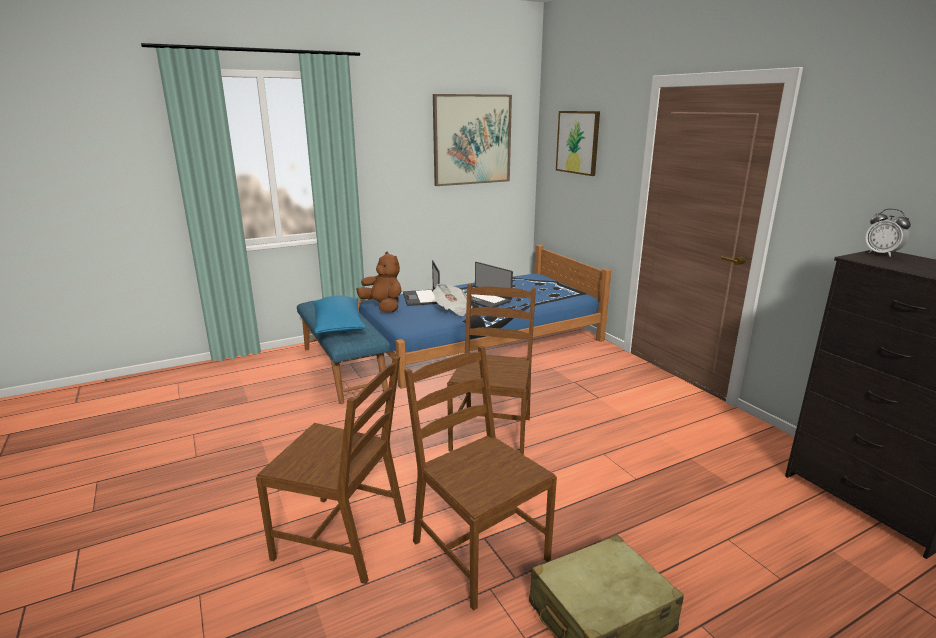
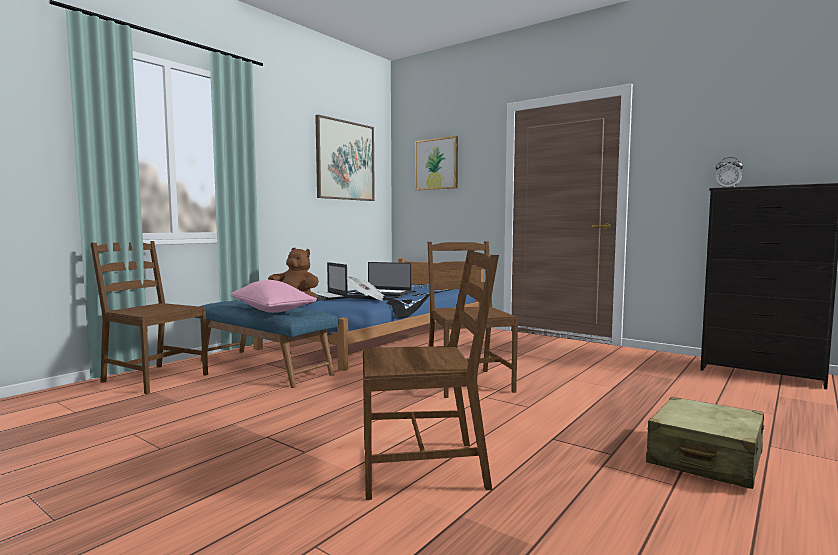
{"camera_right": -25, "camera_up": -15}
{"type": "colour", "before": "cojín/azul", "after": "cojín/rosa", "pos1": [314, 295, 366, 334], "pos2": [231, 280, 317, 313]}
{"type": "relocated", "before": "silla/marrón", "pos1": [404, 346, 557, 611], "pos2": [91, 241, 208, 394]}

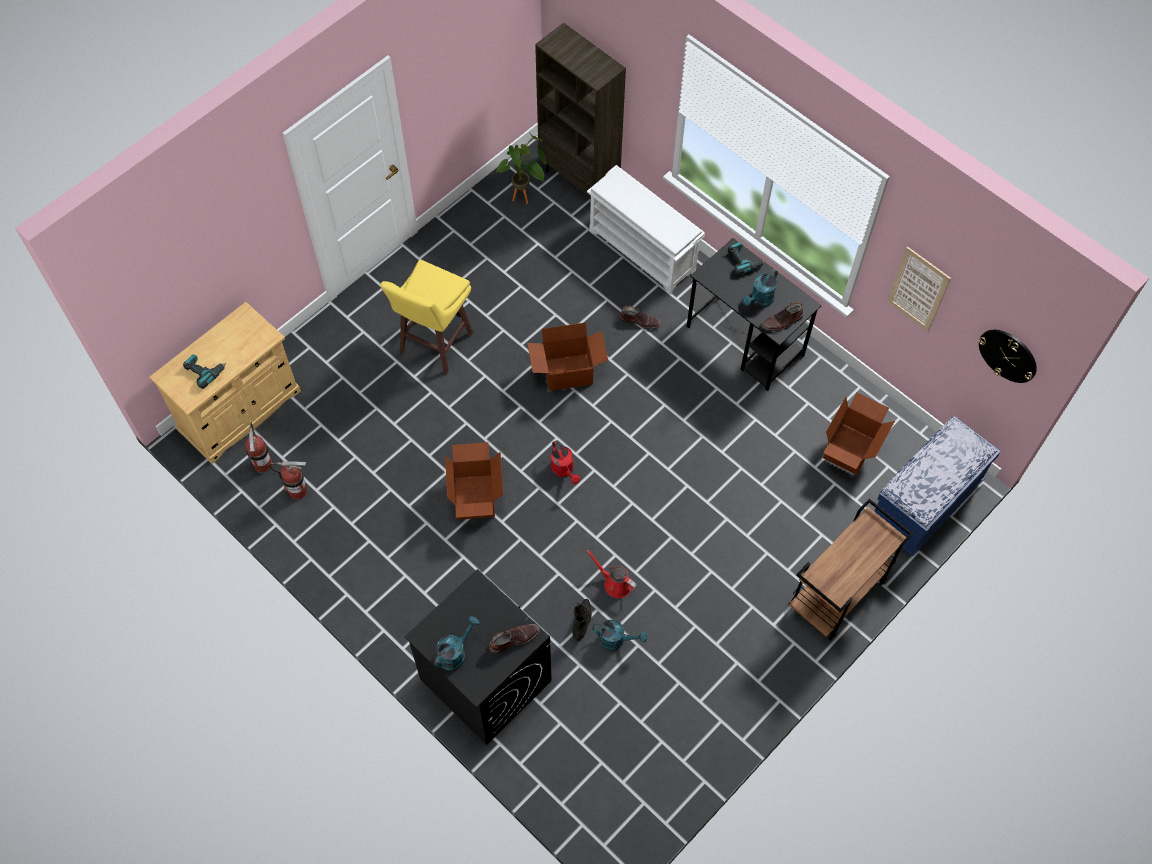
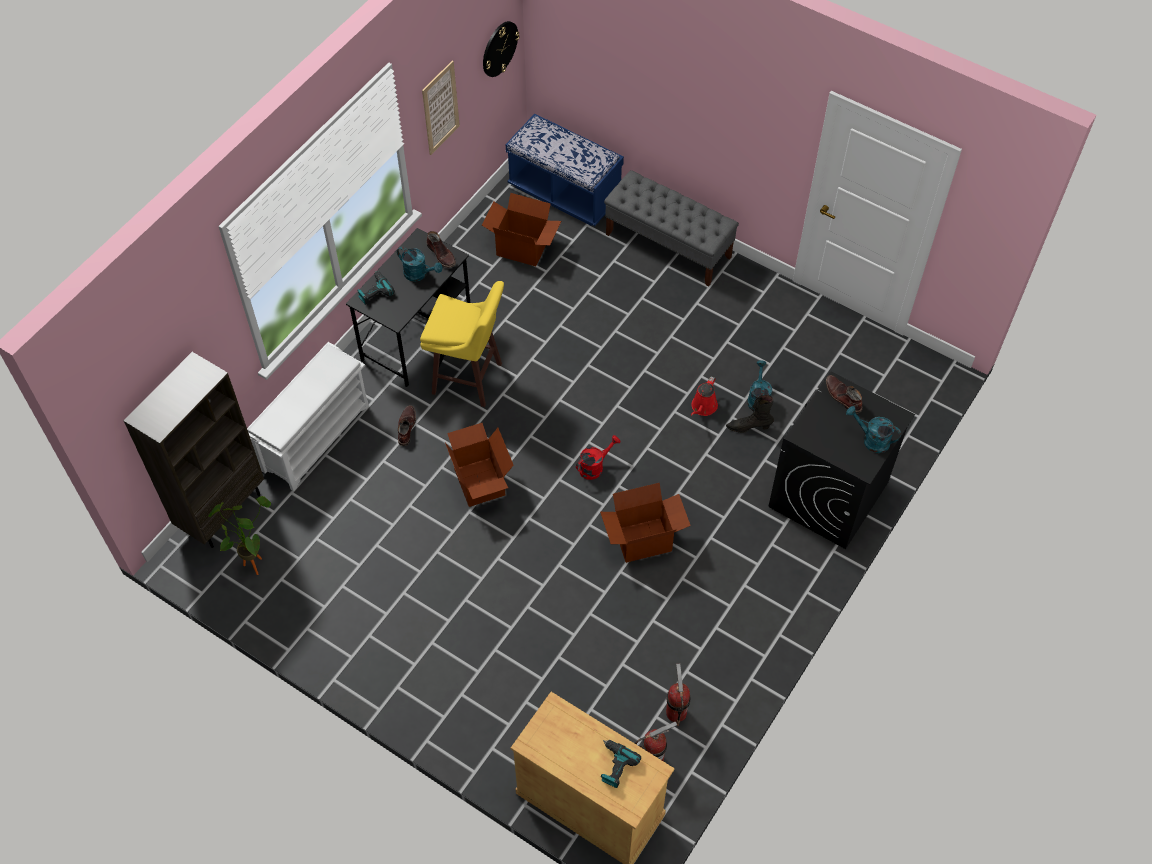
{"camera_right": -100, "camera_up": -5}
{"type": "relocated", "before": "taburete/amarillo", "pos1": [380, 260, 473, 374], "pos2": [420, 281, 504, 407]}
{"type": "exchanged", "before": "carrito/marrón", "after": "banco/gris", "pos1": [788, 499, 913, 640], "pos2": [604, 170, 739, 287]}

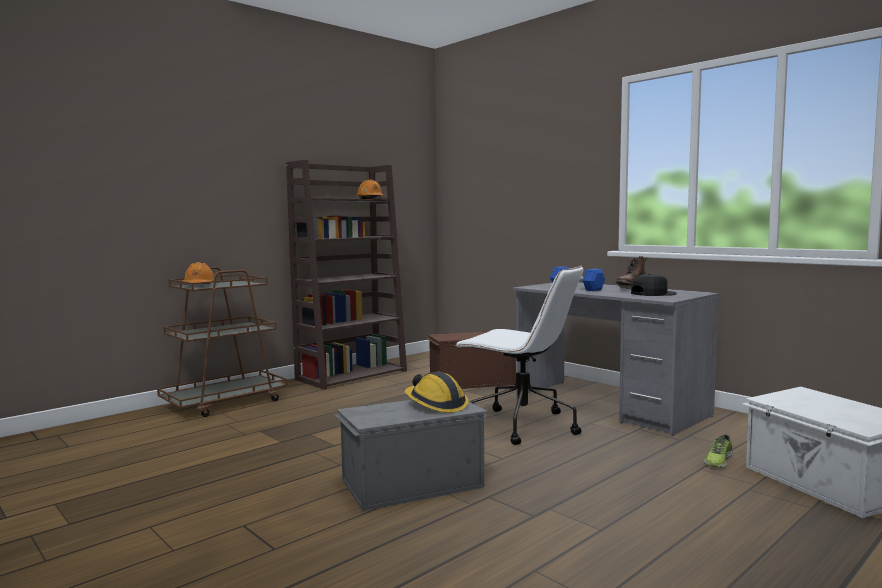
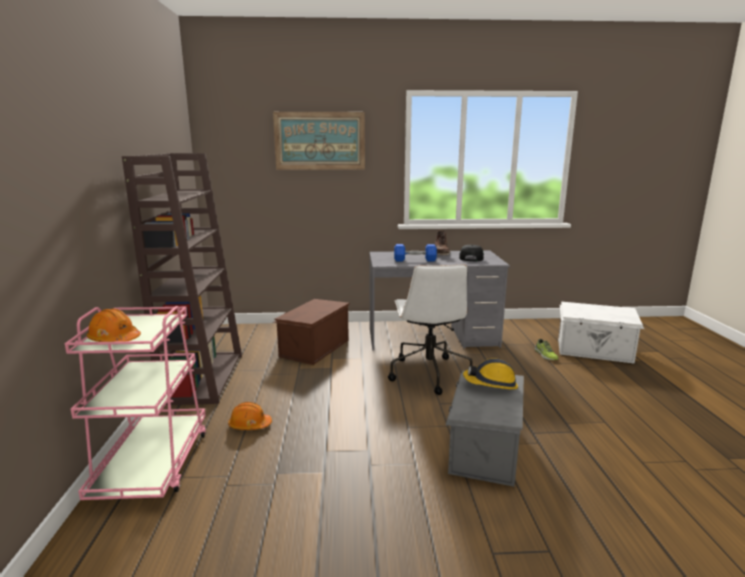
{"camera_right": -50, "camera_up": 10}
{"type": "colour", "before": "carrito/marrón", "after": "carrito/rosa", "pos1": [157, 267, 288, 417], "pos2": [65, 306, 207, 500]}
{"type": "relocated", "before": "casco/naranja", "pos1": [356, 180, 385, 199], "pos2": [228, 402, 272, 430]}
{"type": "spun", "before": "silla de oficina/blanco", "pos1": [454, 265, 583, 445], "pos2": [388, 264, 473, 395], "turn": 105}
{"type": "appeared", "after": "cuadro", "pos2": [273, 112, 365, 170]}

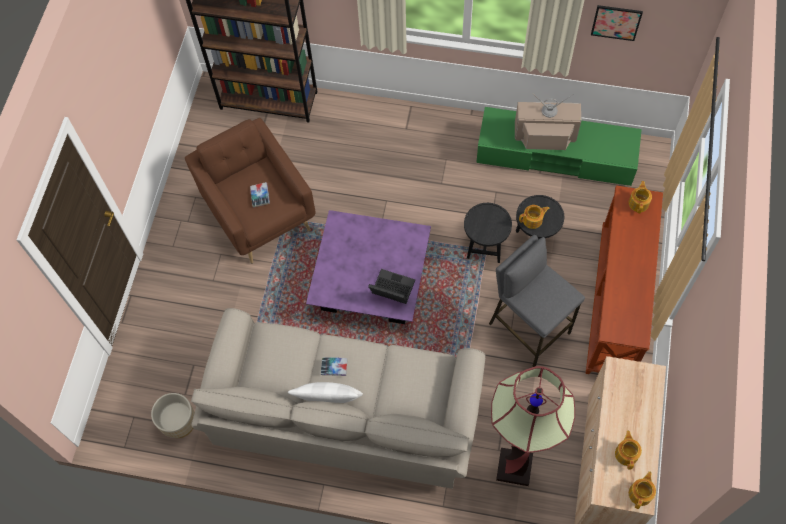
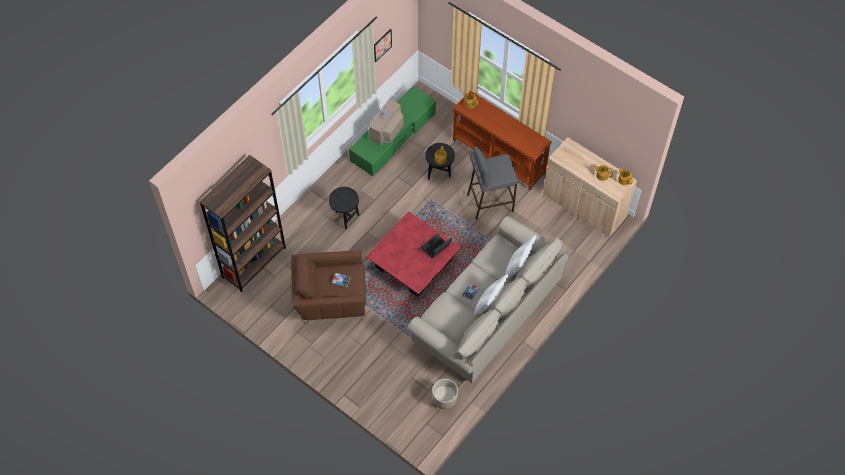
{"camera_right": -65, "camera_up": -5}
{"type": "colour", "before": "mesa de centro/morado", "after": "mesa de centro/rojo", "pos1": [306, 210, 431, 324], "pos2": [366, 211, 461, 297]}
{"type": "relocated", "before": "mesa auxiliar/negro", "pos1": [464, 203, 512, 263], "pos2": [329, 187, 359, 229]}
{"type": "missing", "before": "lámpara de pie", "pos1": [491, 366, 575, 486]}
{"type": "appeared", "after": "cojín/blanco", "pos2": [505, 235, 536, 279]}

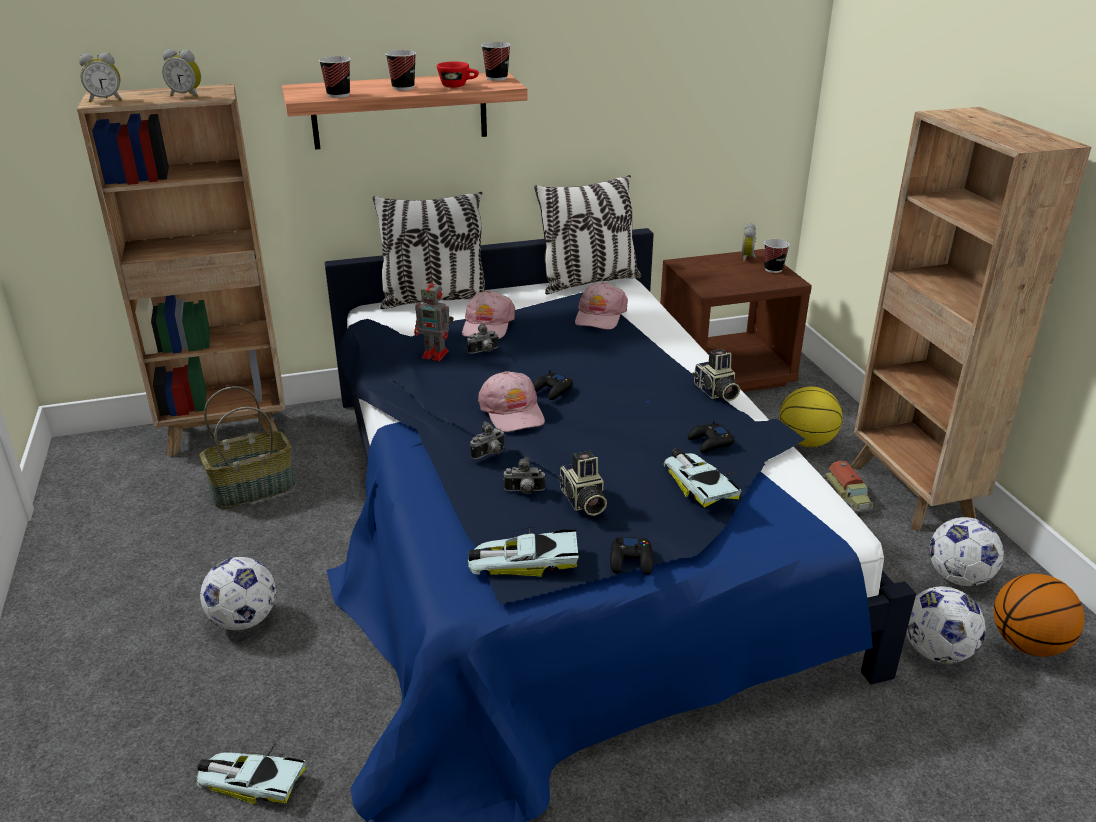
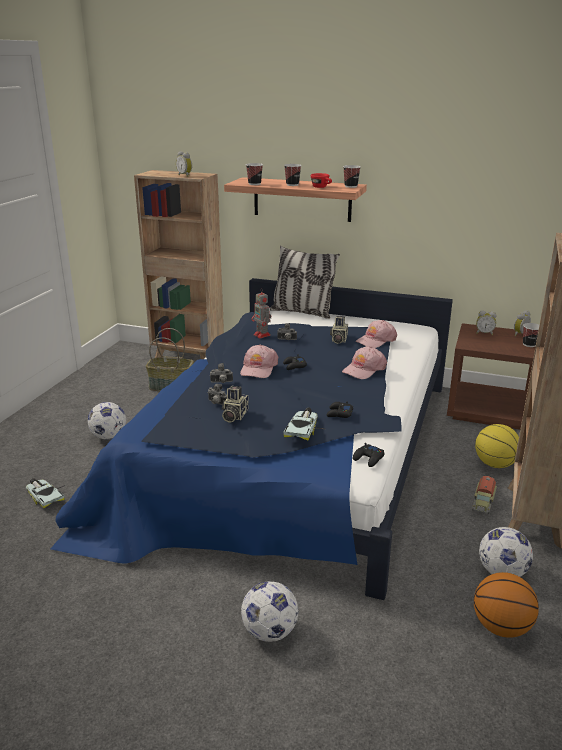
{"camera_right": 35, "camera_up": -5}
{"type": "relocated", "before": "despertador", "pos1": [79, 53, 122, 103], "pos2": [476, 310, 497, 335]}
{"type": "relocated", "before": "gorra/rosa", "pos1": [462, 290, 515, 339], "pos2": [342, 347, 387, 379]}
{"type": "missing", "before": "coche de juguete", "pos1": [468, 527, 579, 577]}
{"type": "missing", "before": "cojín", "pos1": [534, 175, 641, 295]}
{"type": "relocated", "before": "mando de consola/negro", "pos1": [610, 537, 654, 575], "pos2": [353, 443, 385, 467]}
{"type": "relocated", "before": "cámara", "pos1": [692, 349, 740, 401], "pos2": [330, 316, 348, 344]}
{"type": "relocated", "before": "balón de fútbol", "pos1": [906, 586, 985, 664], "pos2": [241, 581, 298, 642]}

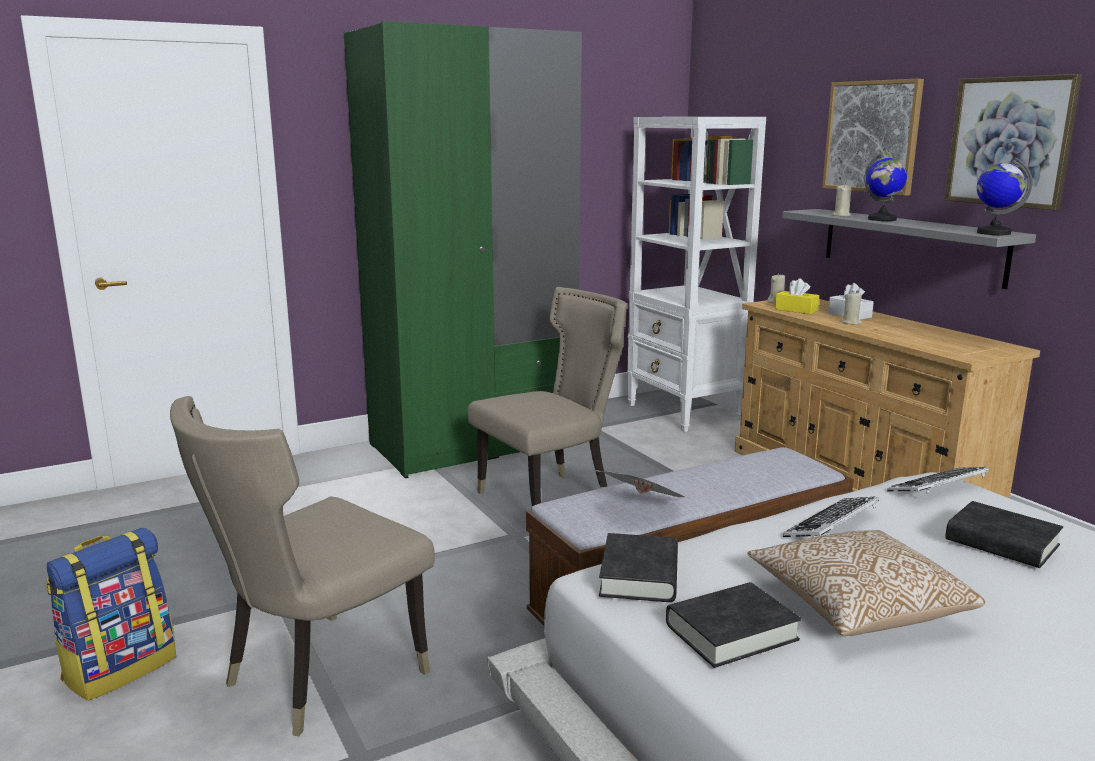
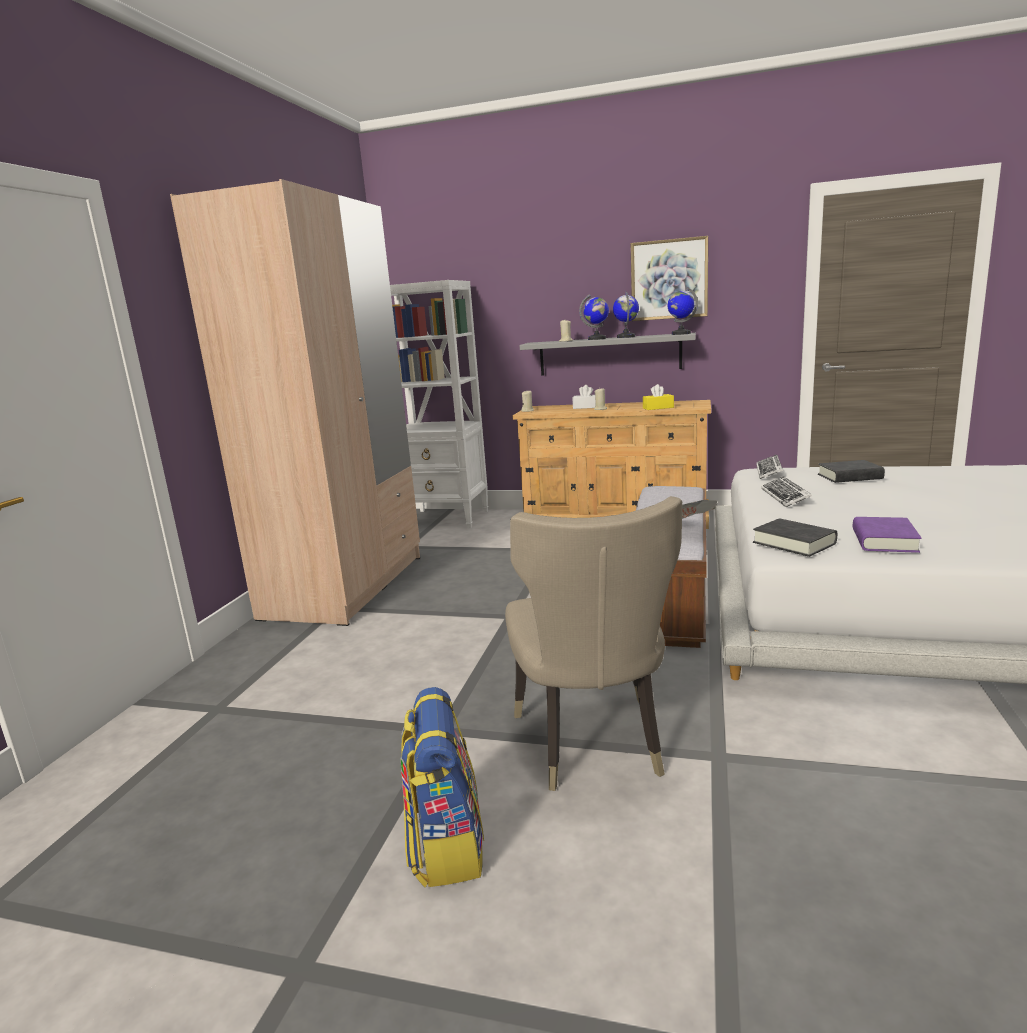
{"camera_right": -45, "camera_up": 0}
{"type": "colour", "before": "armario ropero/verde", "after": "armario ropero/beis", "pos1": [344, 21, 582, 478], "pos2": [170, 179, 420, 626]}
{"type": "missing", "before": "silla/beis", "pos1": [467, 287, 627, 506]}
{"type": "colour", "before": "libro/negro", "after": "libro/morado", "pos1": [666, 582, 802, 668], "pos2": [853, 517, 921, 553]}
{"type": "missing", "before": "cojín", "pos1": [748, 530, 985, 636]}
{"type": "relocated", "before": "caja de pañuelos/amarillo", "pos1": [775, 278, 819, 314], "pos2": [643, 384, 674, 410]}
{"type": "missing", "before": "cuadro", "pos1": [822, 78, 924, 196]}
{"type": "appeared", "after": "globo terráqueo", "pos2": [613, 292, 639, 338]}

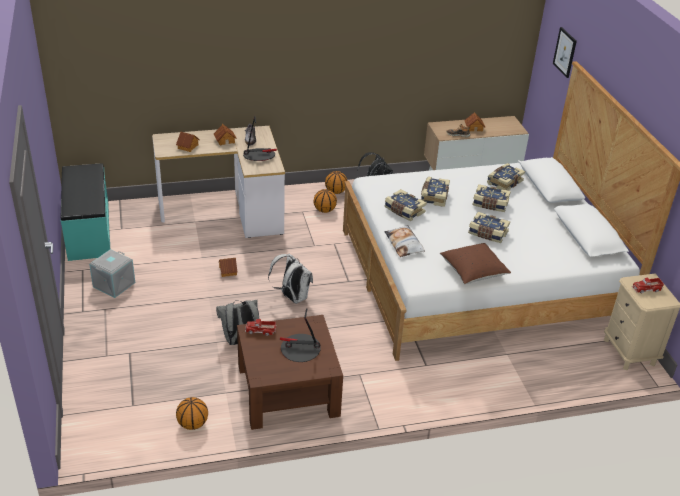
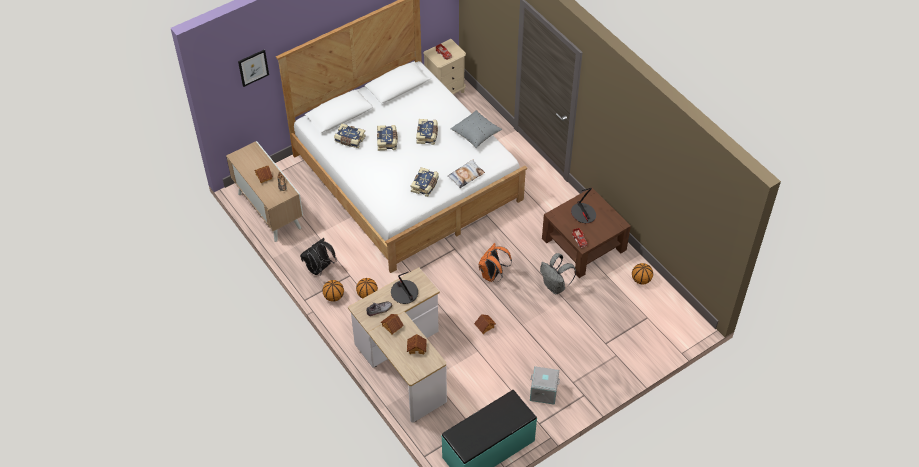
{"camera_right": -110, "camera_up": 15}
{"type": "colour", "before": "mochila/blanco", "after": "mochila/naranja", "pos1": [268, 254, 313, 304], "pos2": [479, 243, 512, 282]}
{"type": "missing", "before": "libro", "pos1": [421, 177, 450, 207]}
{"type": "colour", "before": "cojín/marrón", "after": "cojín/gris", "pos1": [440, 243, 511, 284], "pos2": [450, 110, 502, 148]}

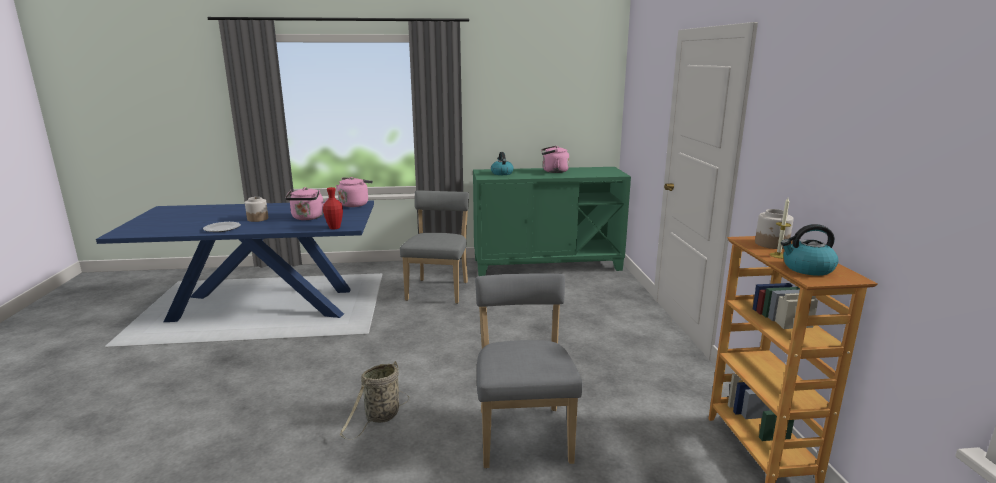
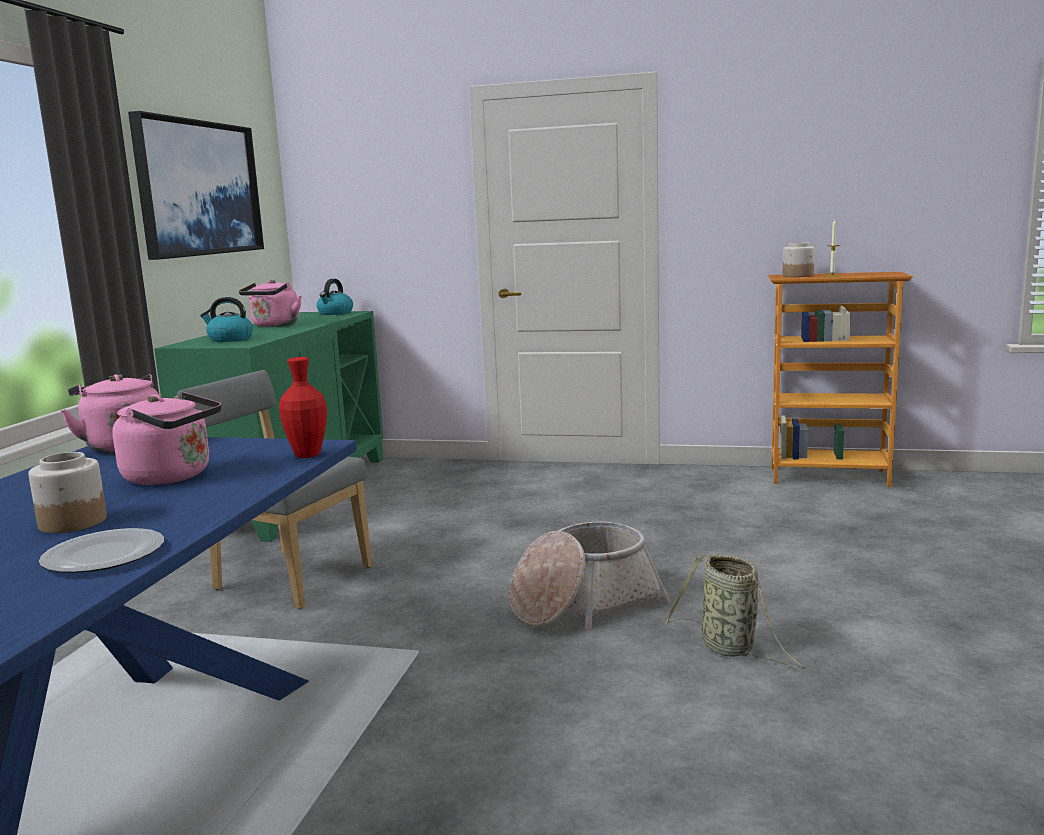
{"camera_right": -70, "camera_up": -5}
{"type": "missing", "before": "silla/gris", "pos1": [475, 273, 582, 468]}
{"type": "relocated", "before": "hervidor", "pos1": [781, 224, 838, 276], "pos2": [317, 279, 353, 315]}
{"type": "appeared", "after": "cuadro", "pos2": [128, 111, 264, 260]}
{"type": "appeared", "after": "cesta", "pos2": [509, 522, 670, 630]}

